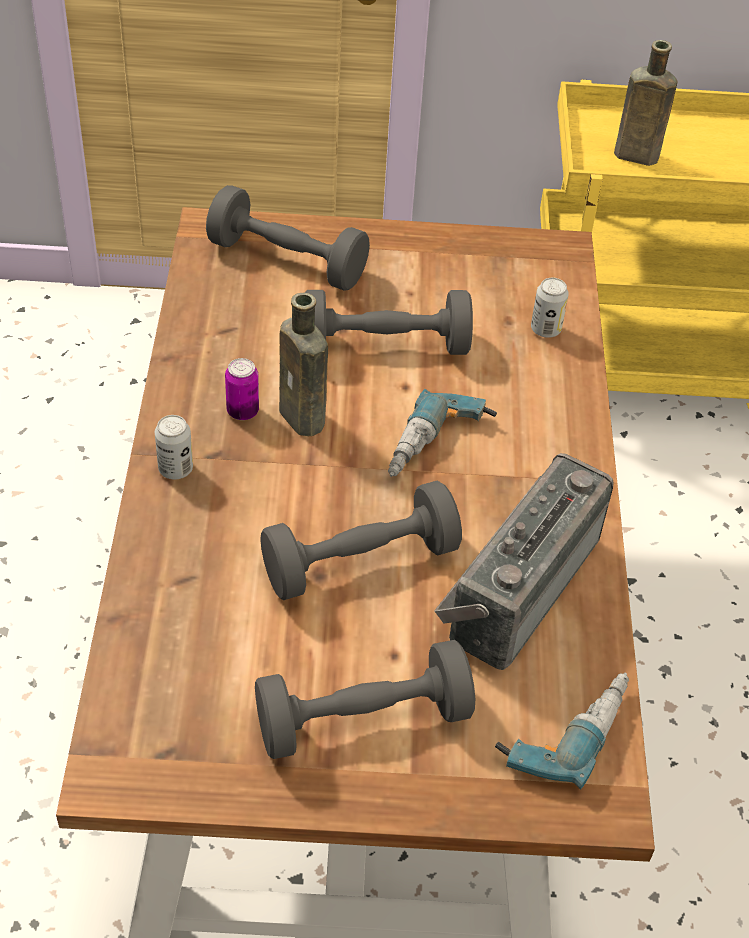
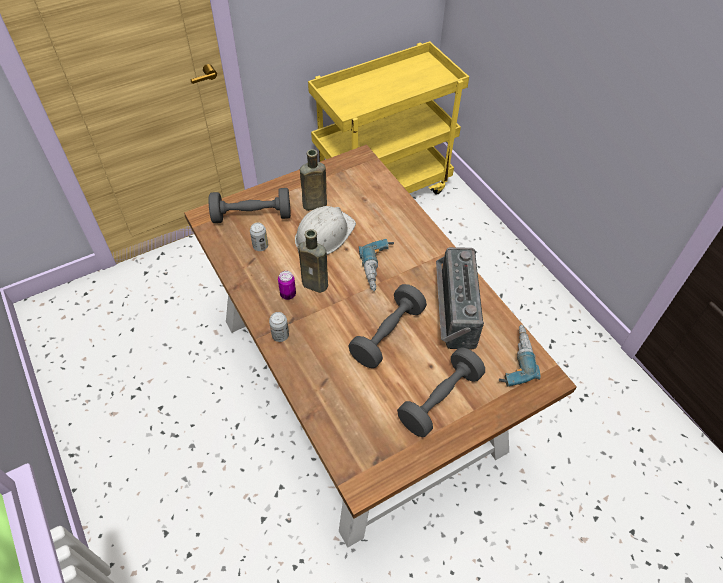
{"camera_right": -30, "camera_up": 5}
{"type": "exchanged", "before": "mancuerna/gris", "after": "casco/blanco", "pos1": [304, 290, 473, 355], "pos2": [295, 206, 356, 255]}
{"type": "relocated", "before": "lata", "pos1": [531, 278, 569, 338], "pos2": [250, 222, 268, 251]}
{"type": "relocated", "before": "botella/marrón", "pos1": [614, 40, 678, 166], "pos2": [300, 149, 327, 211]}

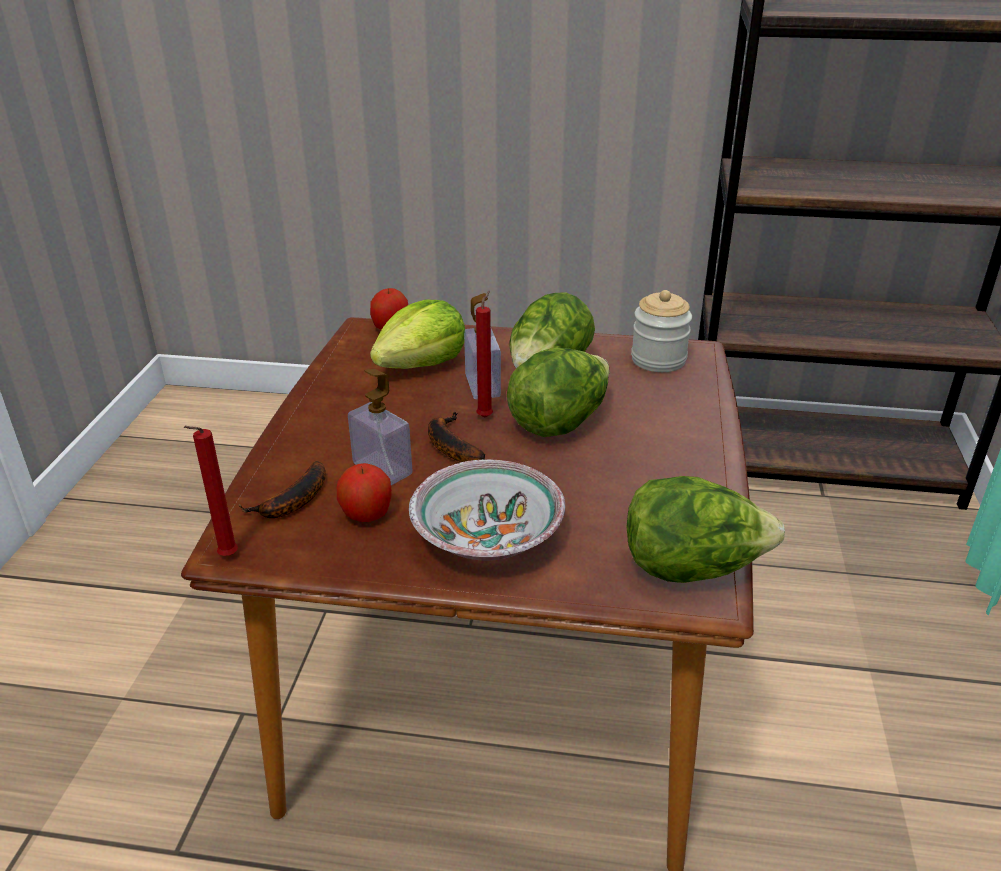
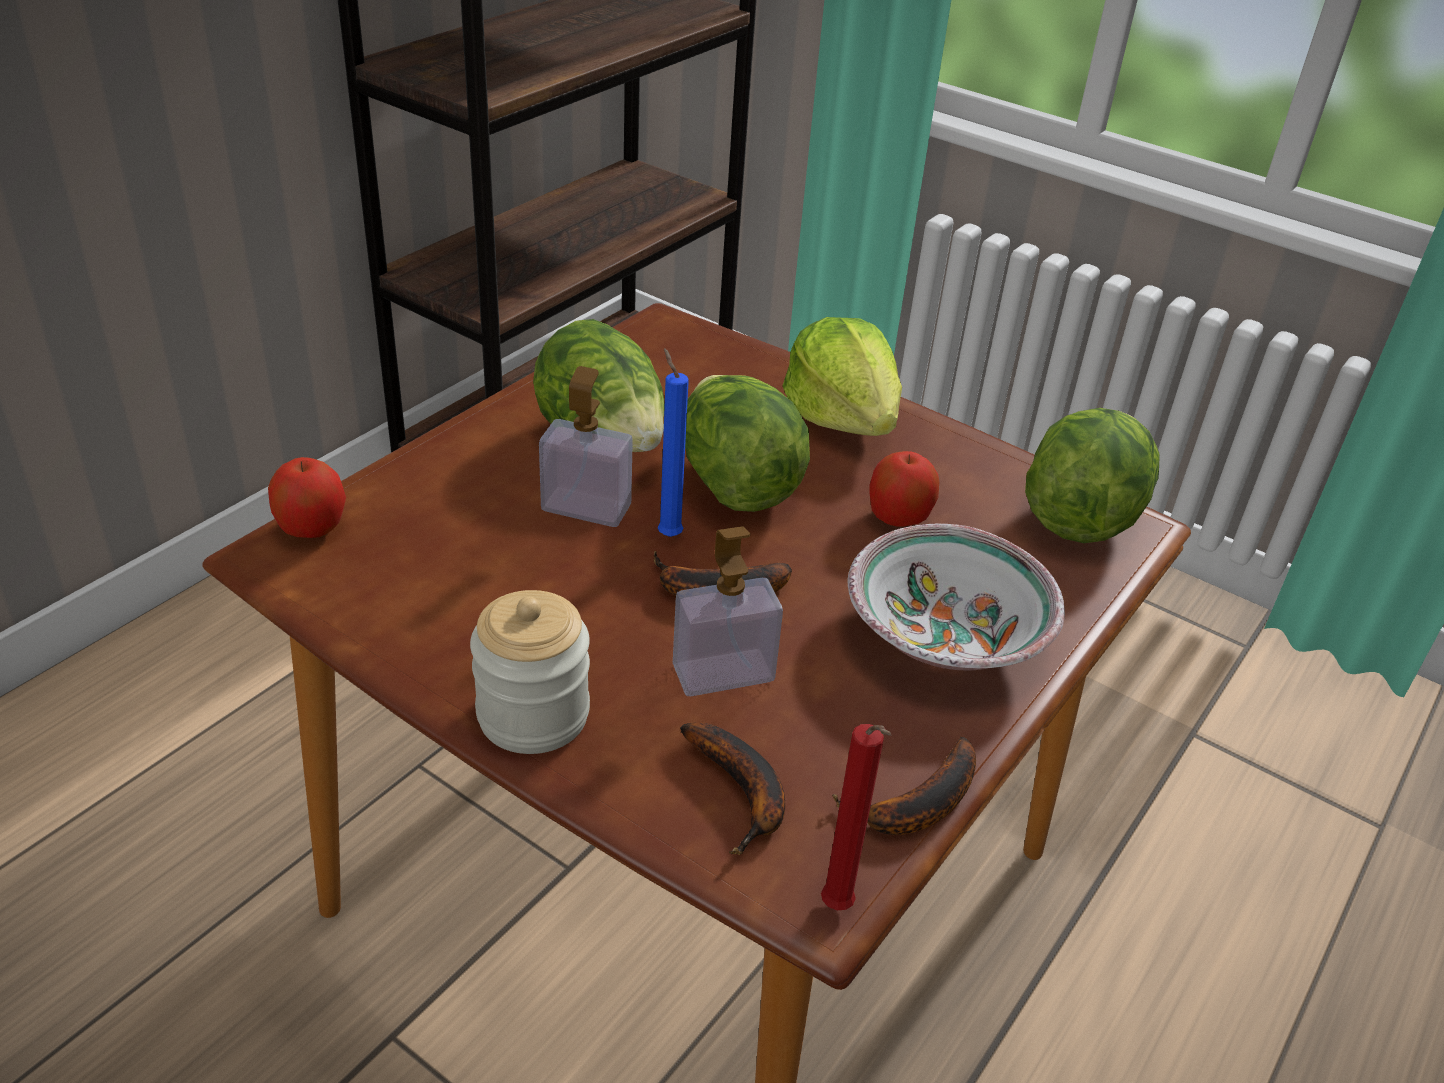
{"camera_right": -65, "camera_up": 5}
{"type": "relocated", "before": "manzana", "pos1": [337, 463, 392, 522], "pos2": [870, 451, 939, 527]}
{"type": "relocated", "before": "lechuga", "pos1": [370, 300, 465, 369], "pos2": [782, 317, 902, 436]}
{"type": "colour", "before": "vela/rojo", "after": "vela/azul", "pos1": [476, 291, 493, 418], "pos2": [657, 348, 689, 537]}
{"type": "relocated", "before": "tarro", "pos1": [631, 290, 692, 372], "pos2": [470, 590, 590, 754]}
{"type": "appeared", "after": "plátano", "pos2": [832, 737, 976, 835]}

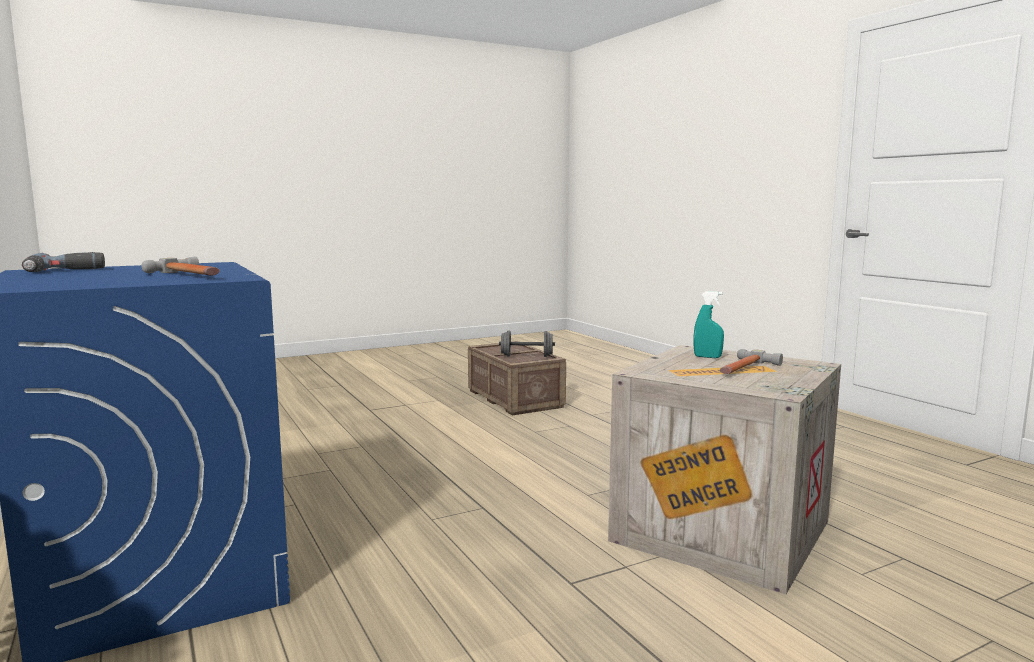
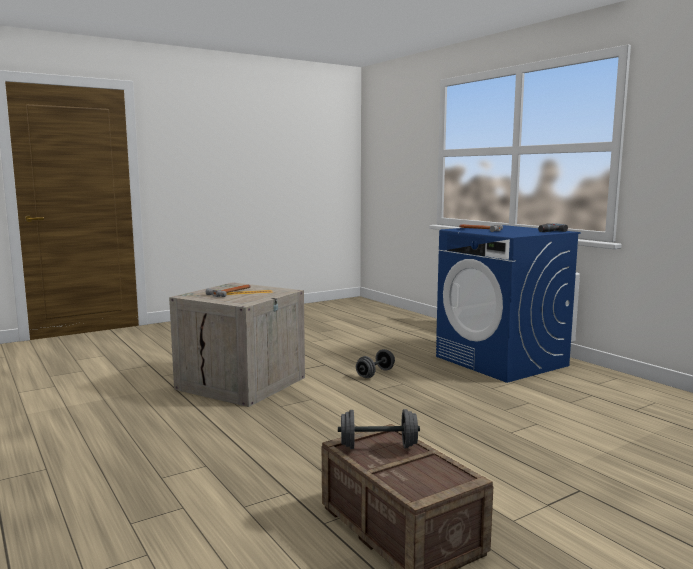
{"camera_right": 175, "camera_up": 0}
{"type": "missing", "before": "pulverizador/turquesa", "pos1": [694, 291, 724, 358]}
{"type": "appeared", "after": "mancuerna/gris", "pos2": [356, 349, 395, 378]}

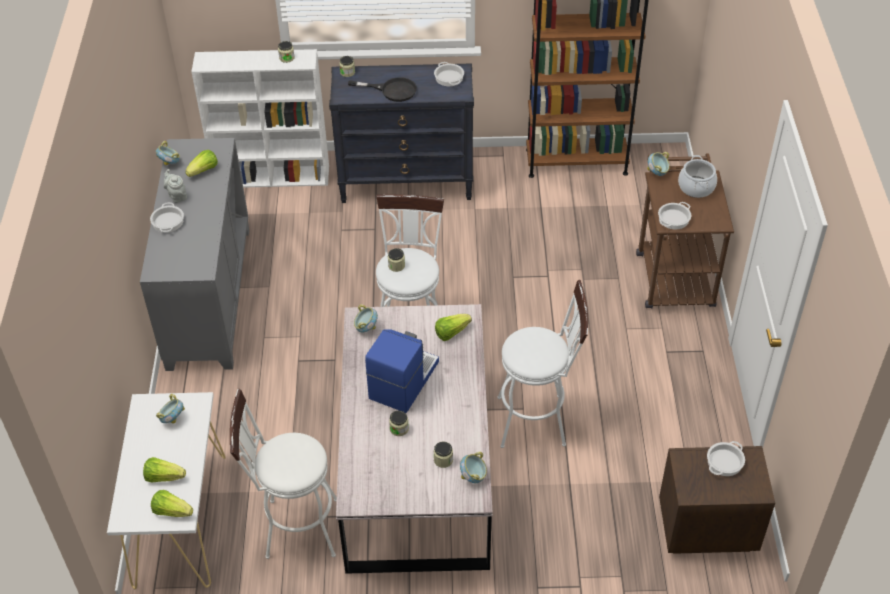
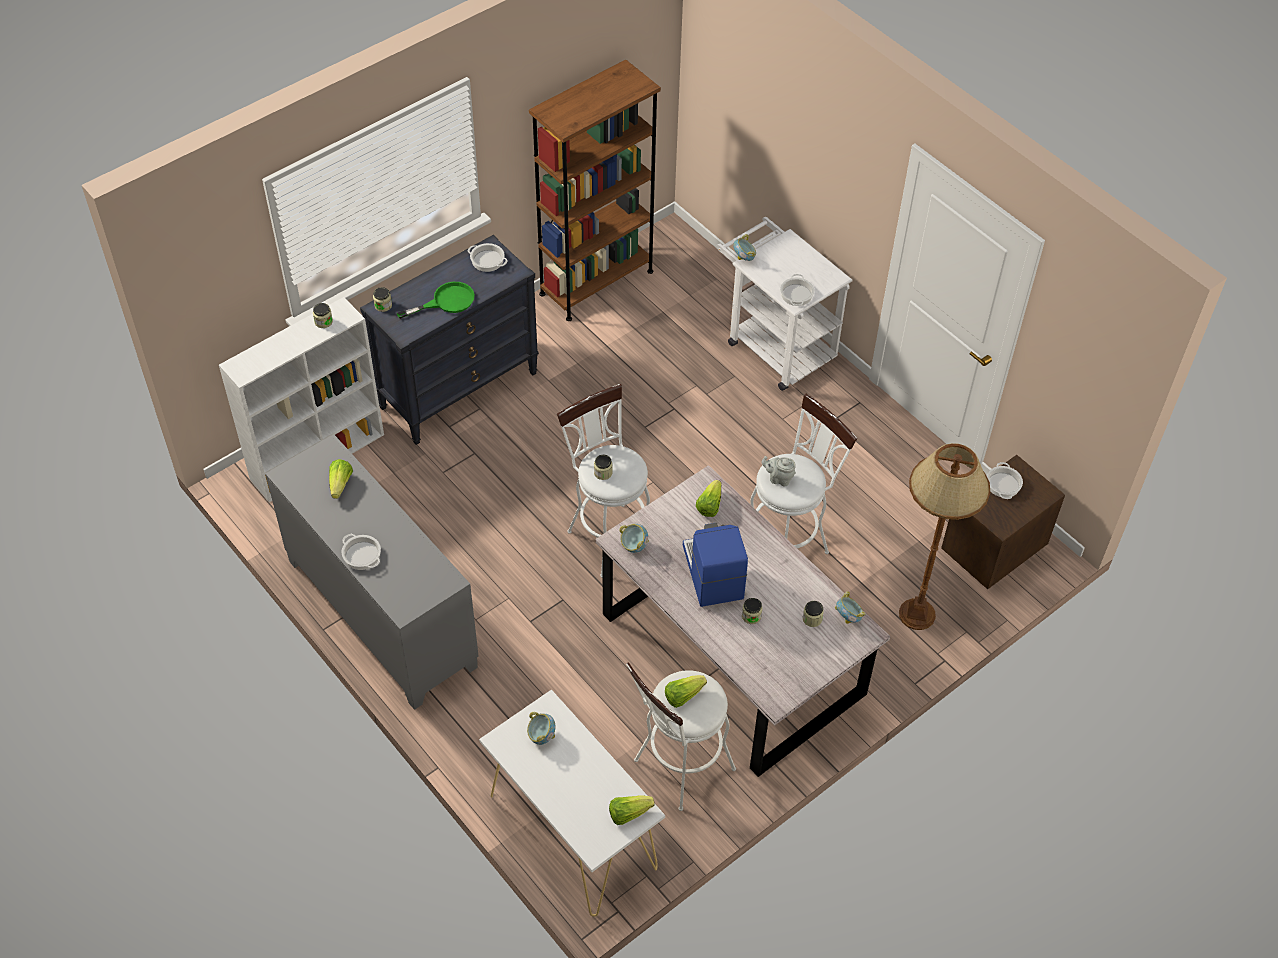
{"camera_right": -40, "camera_up": 5}
{"type": "relocated", "before": "lechuga", "pos1": [143, 457, 186, 482], "pos2": [665, 675, 707, 708]}
{"type": "missing", "before": "cuenco", "pos1": [156, 141, 180, 165]}
{"type": "relocated", "before": "tetera/gris", "pos1": [164, 169, 187, 203], "pos2": [761, 456, 796, 487]}
{"type": "colour", "before": "sartén/negro", "after": "sartén/verde", "pos1": [348, 77, 417, 102], "pos2": [397, 282, 475, 319]}
{"type": "colour", "before": "carrito/marrón", "after": "carrito/blanco", "pos1": [636, 153, 734, 308], "pos2": [717, 217, 853, 391]}
{"type": "missing", "before": "olla", "pos1": [678, 155, 717, 198]}
{"type": "appeared", "after": "lámpara de pie/marrón", "pos2": [899, 443, 990, 630]}

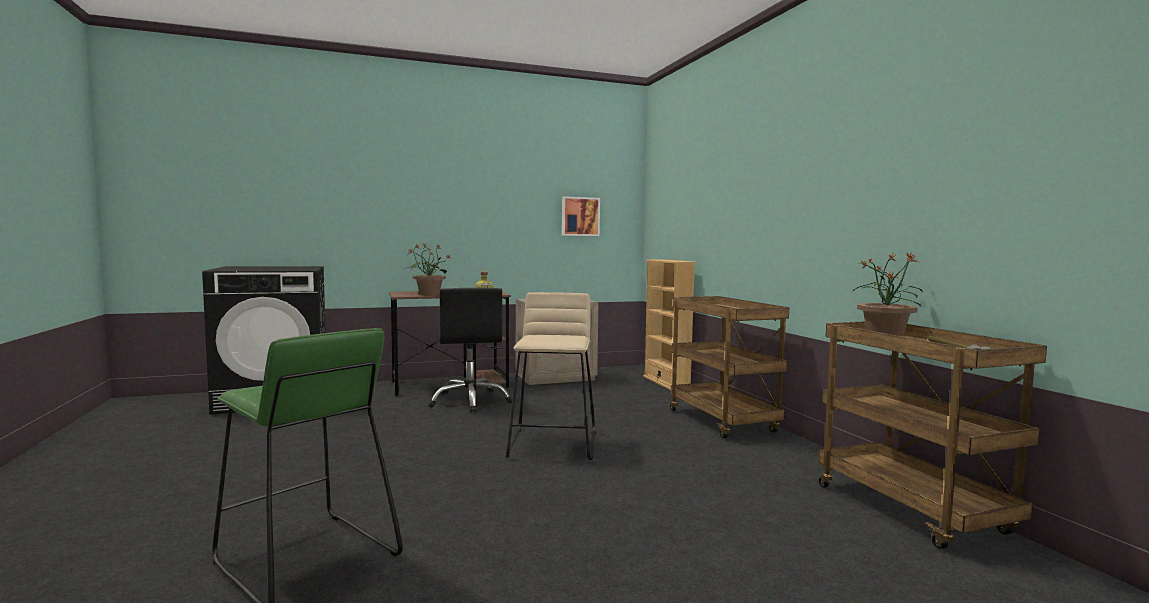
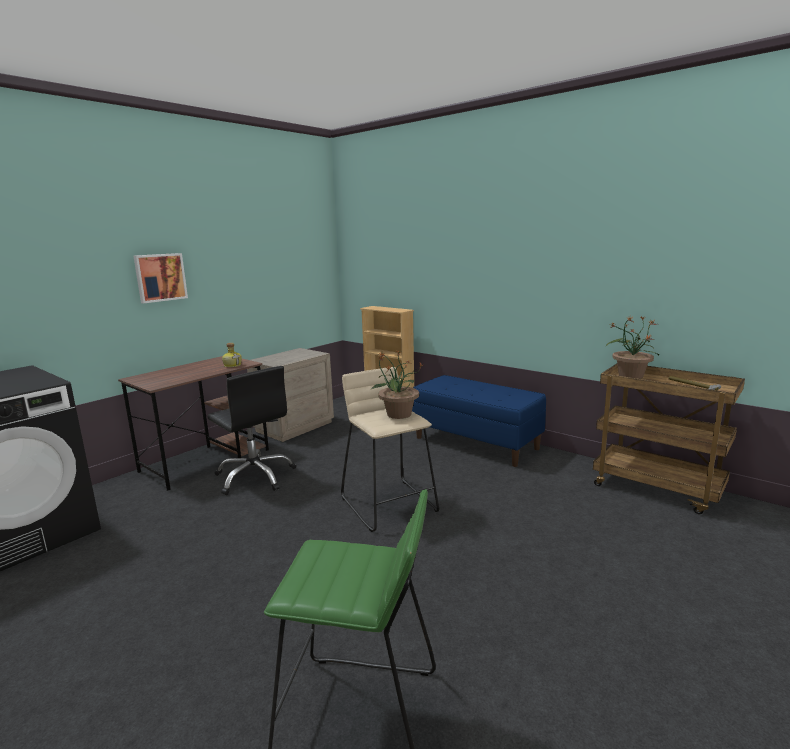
{"camera_right": -30, "camera_up": 10}
{"type": "relocated", "before": "planta en maceta", "pos1": [404, 243, 450, 295], "pos2": [371, 351, 422, 419]}
{"type": "relocated", "before": "cuadro", "pos1": [562, 196, 600, 236], "pos2": [133, 253, 188, 303]}
{"type": "exchanged", "before": "carrito/marrón", "after": "banco/azul", "pos1": [670, 296, 789, 439], "pos2": [412, 375, 546, 467]}

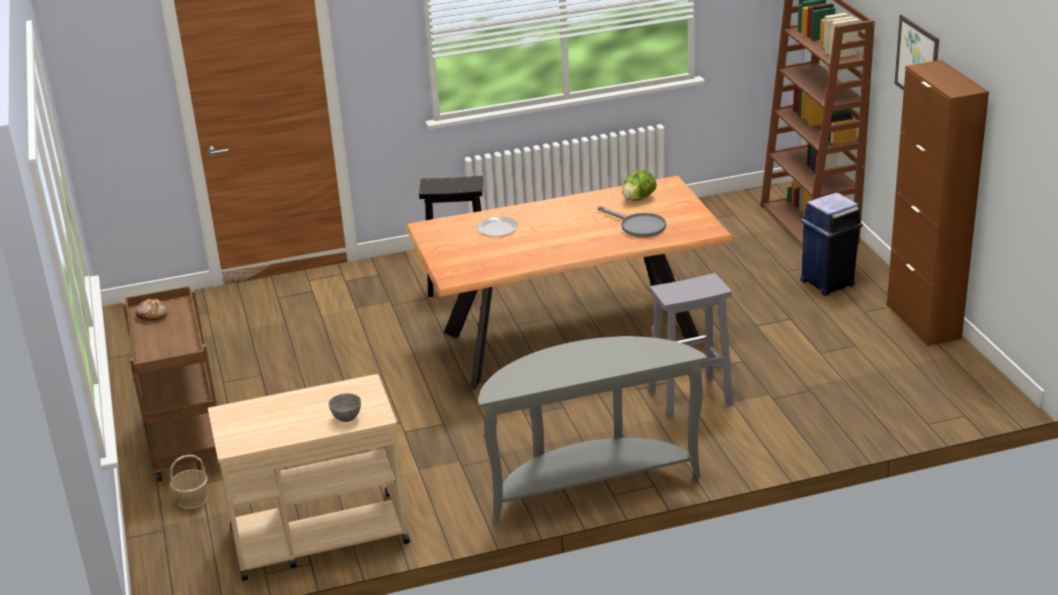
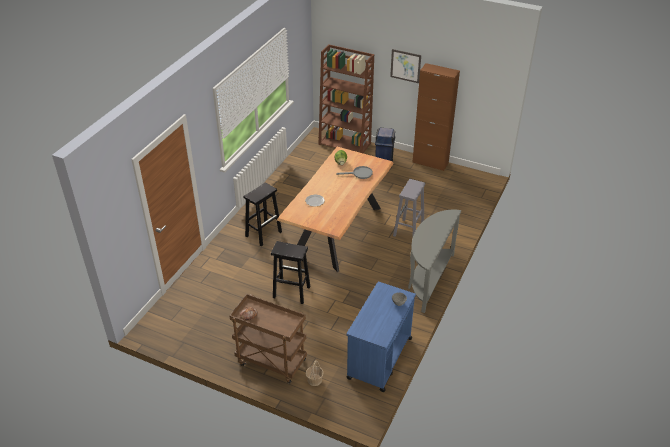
{"camera_right": -50, "camera_up": 10}
{"type": "colour", "before": "carrito/beis", "after": "carrito/azul", "pos1": [208, 374, 410, 581], "pos2": [346, 282, 416, 392]}
{"type": "appeared", "after": "taburete/negro", "pos2": [271, 241, 310, 304]}

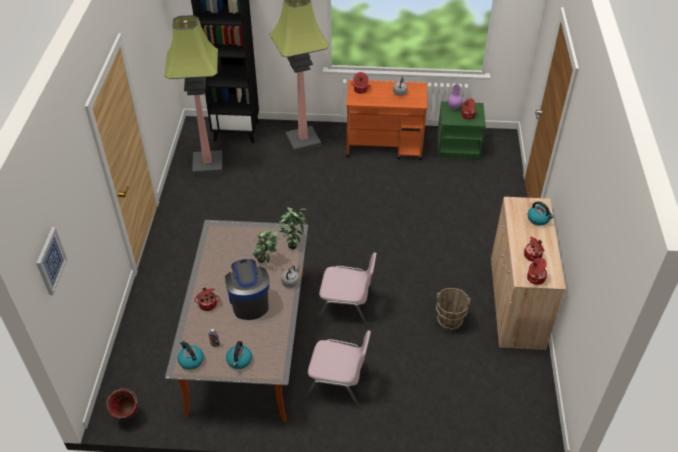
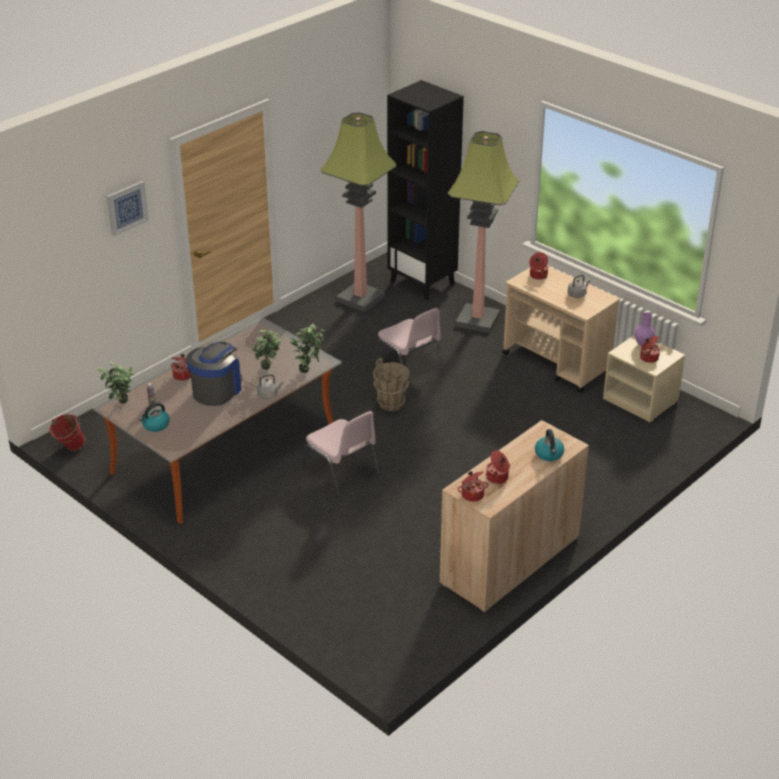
{"camera_right": 40, "camera_up": -10}
{"type": "relocated", "before": "cuadro", "pos1": [36, 227, 67, 295], "pos2": [107, 181, 149, 236]}
{"type": "exchanged", "before": "hervidor", "after": "planta en maceta", "pos1": [178, 341, 204, 370], "pos2": [97, 362, 135, 403]}
{"type": "relocated", "before": "silla/rosa", "pos1": [306, 330, 371, 407], "pos2": [372, 308, 444, 369]}
{"type": "colour", "before": "carrito/naranja", "after": "carrito/beis", "pos1": [346, 80, 428, 160], "pos2": [502, 266, 620, 393]}
{"type": "relocated", "before": "cubo/marrón", "pos1": [436, 288, 471, 331], "pos2": [373, 358, 410, 411]}
{"type": "colour", "before": "mesita de noche/verde", "after": "mesita de noche/beis", "pos1": [437, 101, 486, 159], "pos2": [603, 335, 685, 422]}

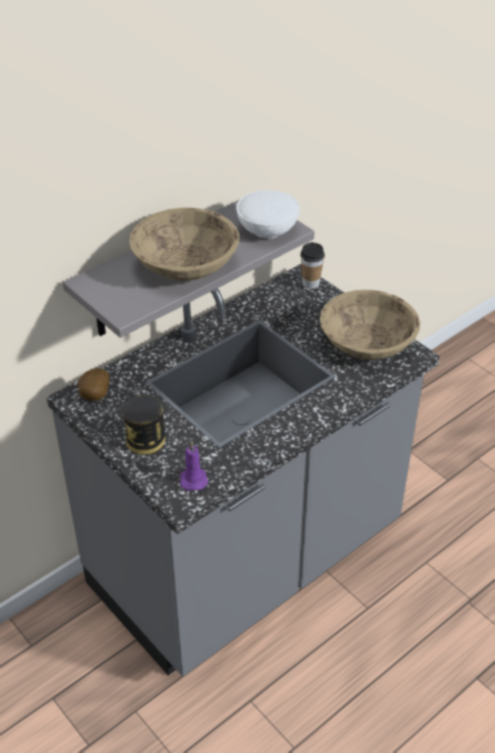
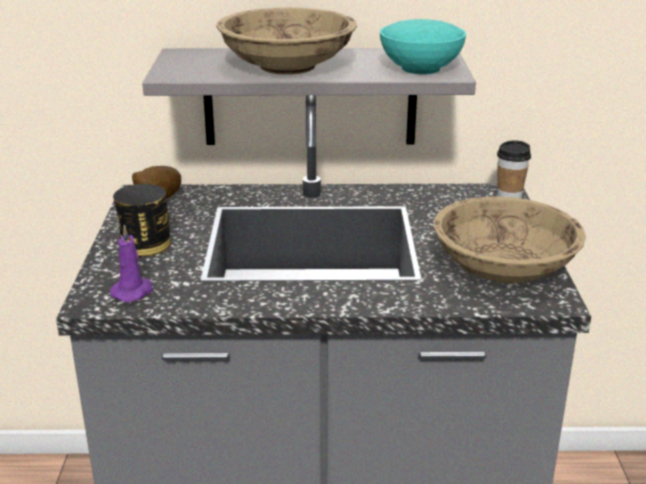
{"camera_right": 40, "camera_up": -15}
{"type": "colour", "before": "cuenco/blanco", "after": "cuenco/turquesa", "pos1": [236, 190, 300, 239], "pos2": [380, 19, 466, 74]}

